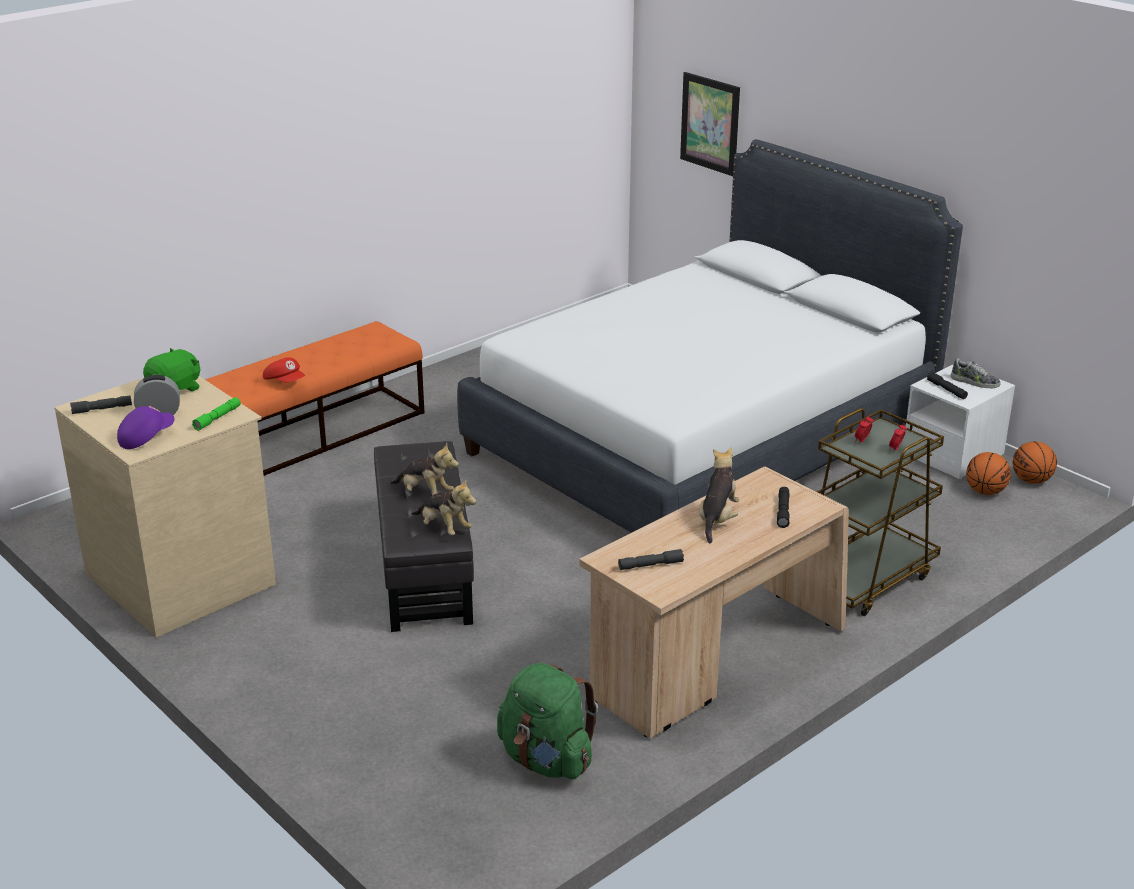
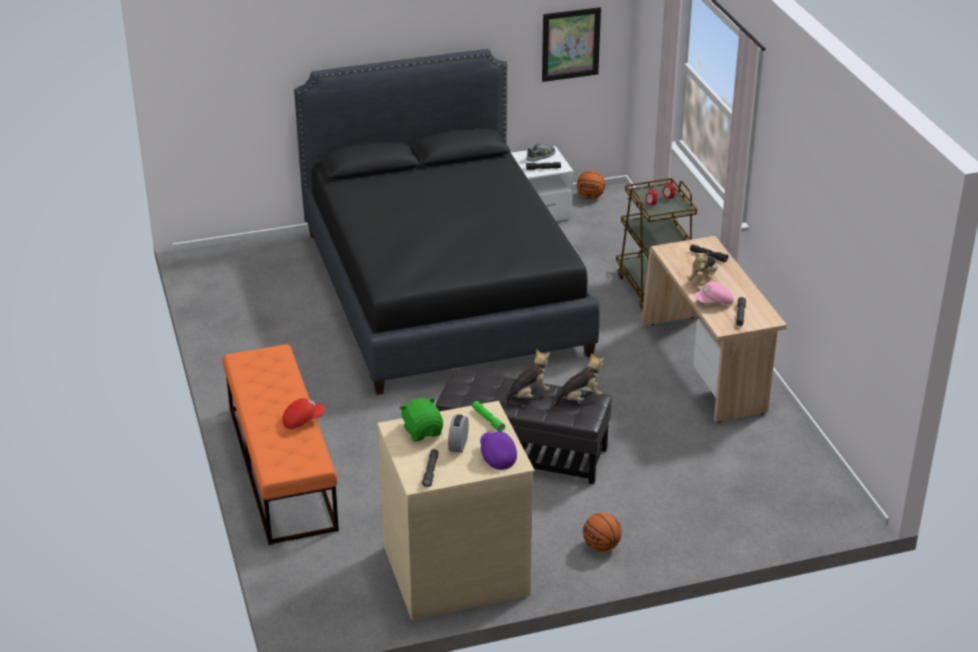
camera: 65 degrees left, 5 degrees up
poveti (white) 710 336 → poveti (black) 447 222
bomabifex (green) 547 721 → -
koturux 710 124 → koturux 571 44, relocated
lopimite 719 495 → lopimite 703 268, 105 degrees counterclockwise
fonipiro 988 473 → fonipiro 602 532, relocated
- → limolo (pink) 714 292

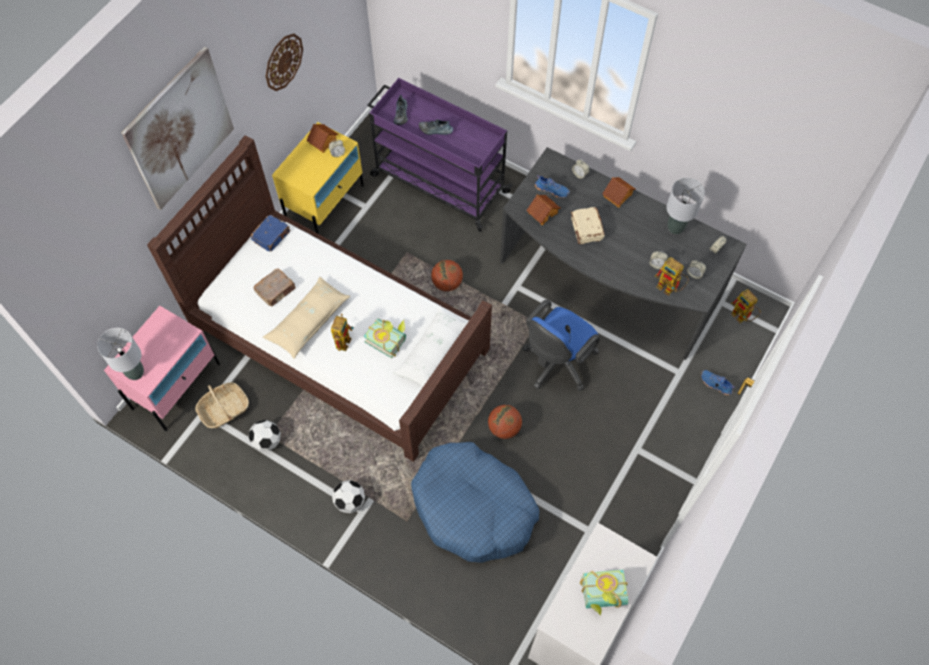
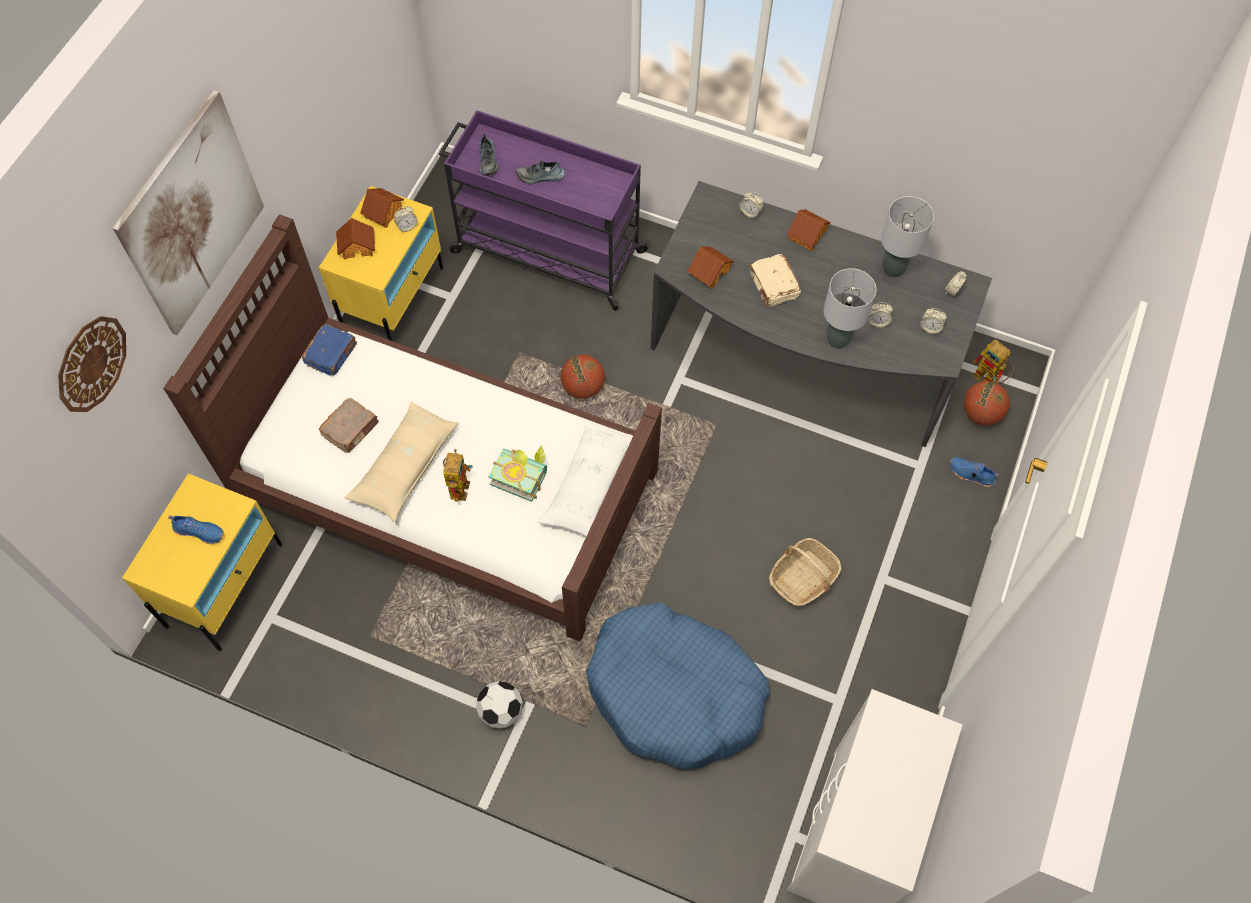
camera: 10 degrees left, 0 degrees up
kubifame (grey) 120 354 → kubifame (grey) 849 308, relocated
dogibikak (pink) 162 368 → dogibikak (yellow) 202 562
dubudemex 222 405 → dubudemex 805 572, relocated
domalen 265 436 → -
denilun 284 62 → denilun 92 364, relocated
fonipiro 505 422 → fonipiro 987 403, relocated
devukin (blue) 561 345 → -
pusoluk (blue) 552 186 → pusoluk (blue) 196 530, relocated
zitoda 604 592 → -
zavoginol 672 276 → -
- → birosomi 355 238

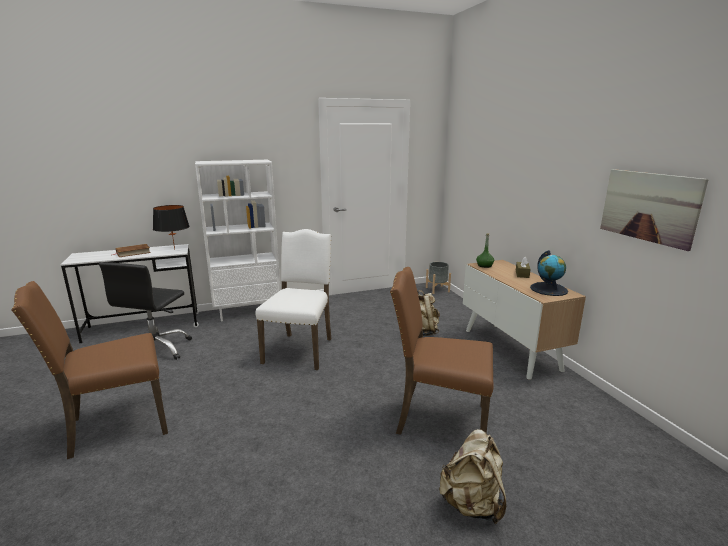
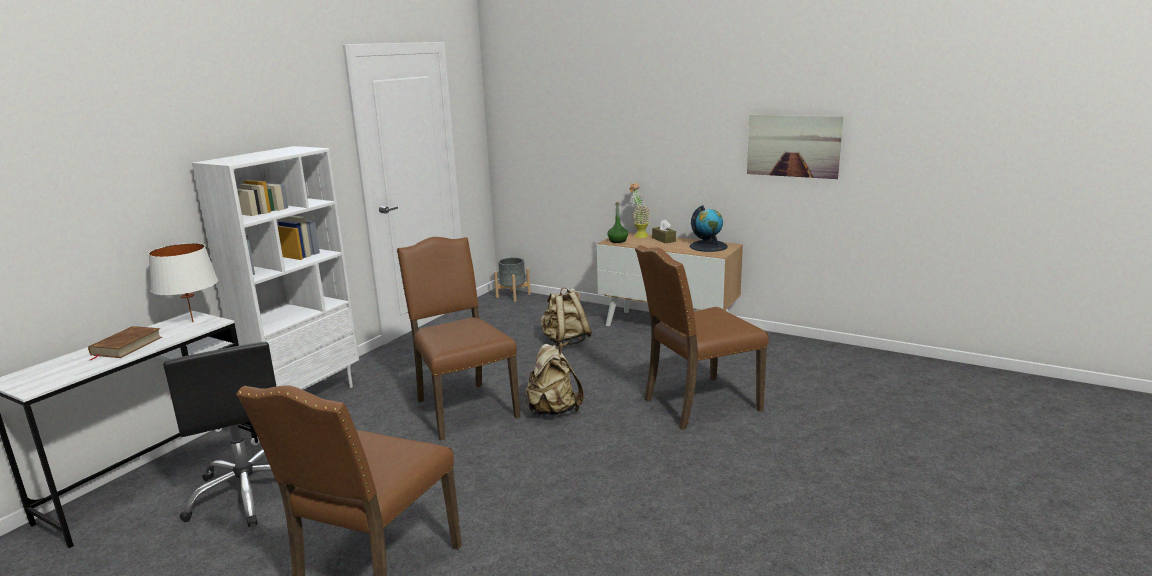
camera: 40 degrees left, 0 degrees up
kubifame (black) 171 227 → kubifame (white) 183 282
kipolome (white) 293 299 → kipolome (brown) 459 339
bomabifex (beige) 472 476 → bomabifex (beige) 555 379, relocated
- → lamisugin 639 210

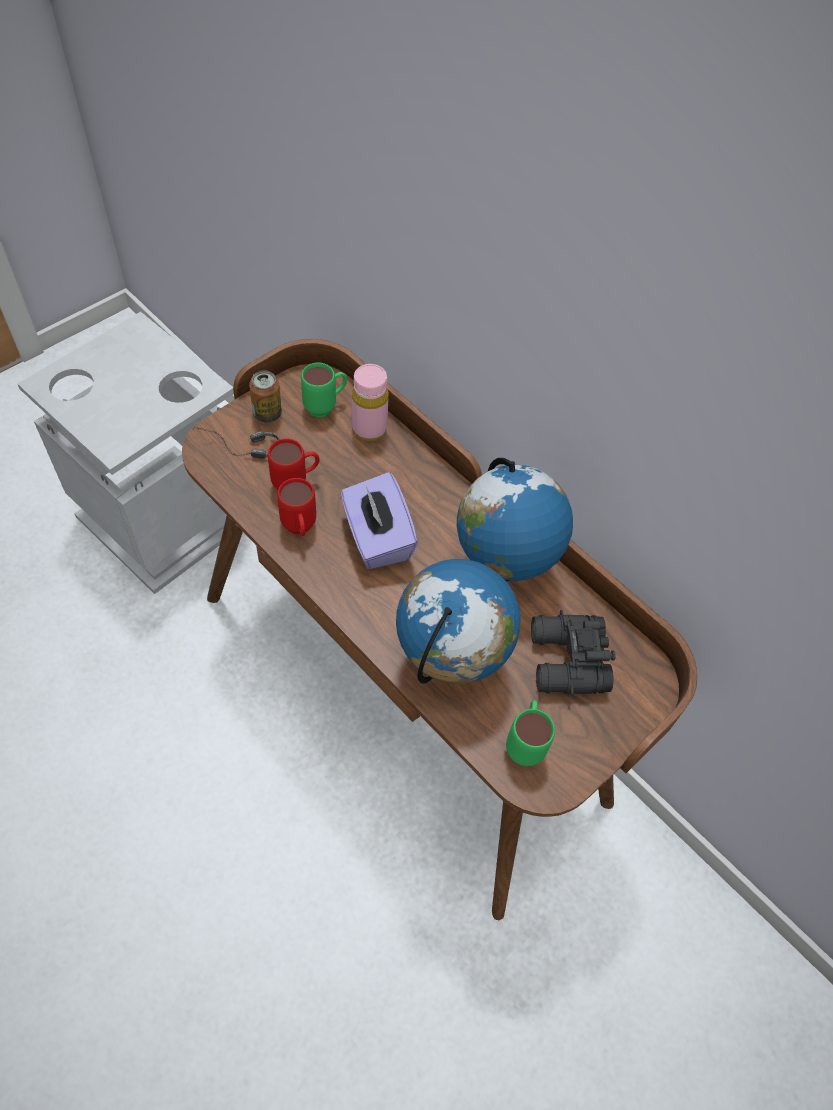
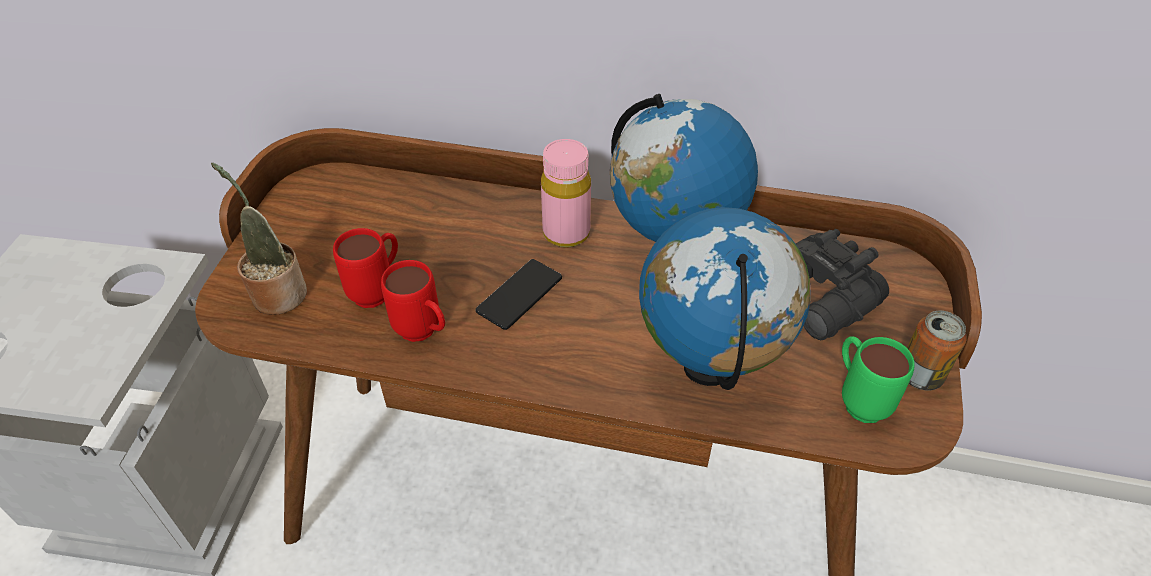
camera: 30 degrees left, 10 degrees down
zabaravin 236 443 → lamisugin 259 239
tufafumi 265 396 → tufafumi 937 350, relocated
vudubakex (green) 324 390 → -
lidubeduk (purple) 379 520 → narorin 518 294
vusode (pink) 370 402 → vusode (pink) 566 193, relocated

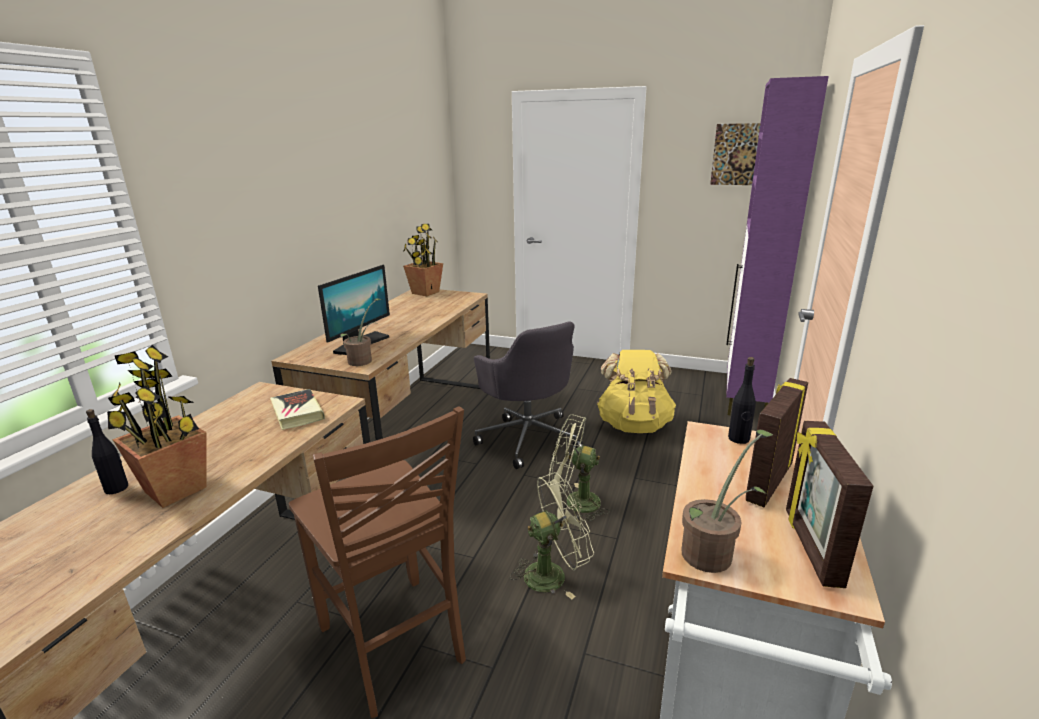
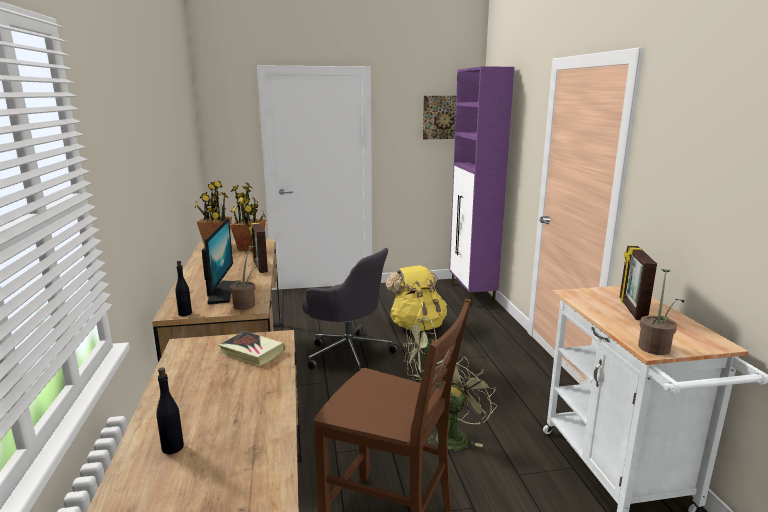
camera: 30 degrees left, 5 degrees down
lamisugin 157 426 → lamisugin 248 216, relocated
vusode (black) 742 400 → vusode (black) 183 288, relocated
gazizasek 829 504 → gazizasek 258 247, relocated

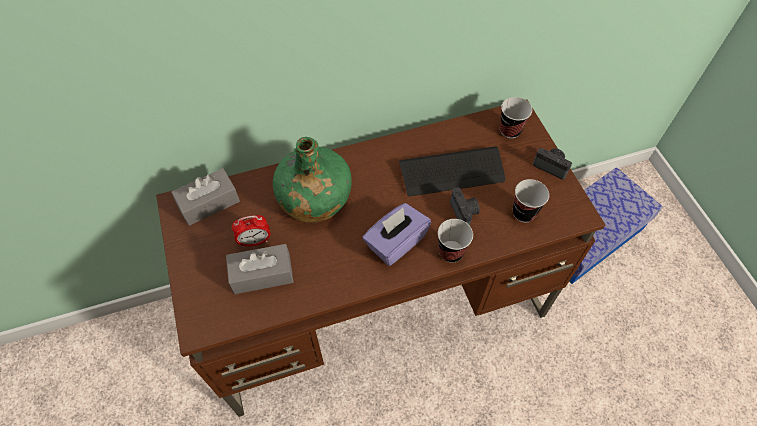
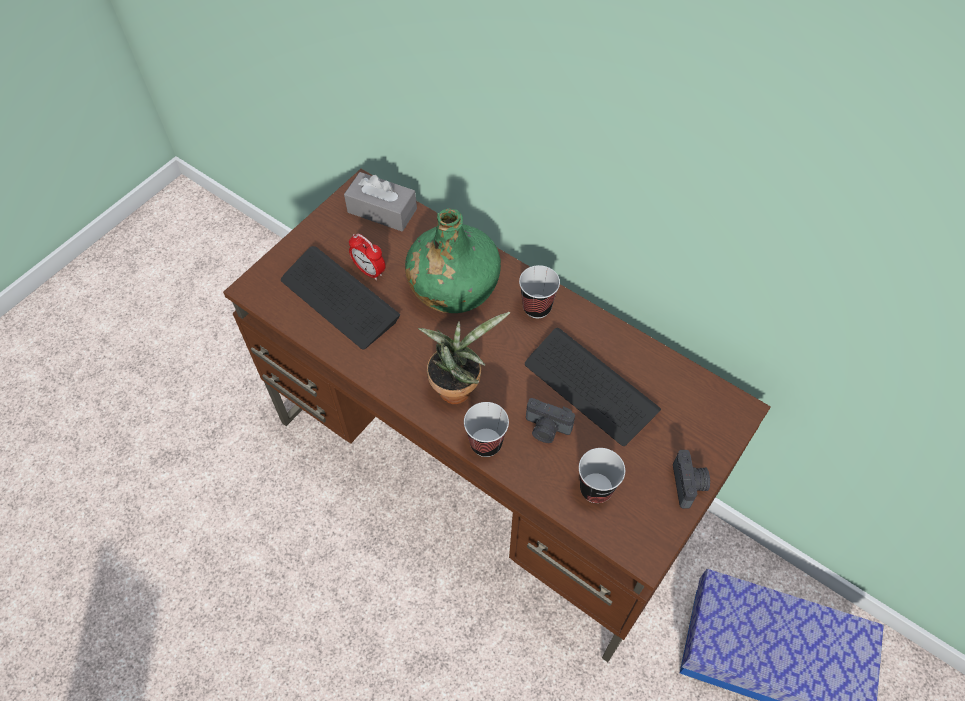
camera: 55 degrees right, 0 degrees up
lidubeduk (grey) 259 269 → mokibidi 340 298
lidubeduk (purple) 396 234 → lamisugin 464 358
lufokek 465 206 → lufokek 550 420, 75 degrees clockwise
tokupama 516 118 → tokupama 539 291, relocated

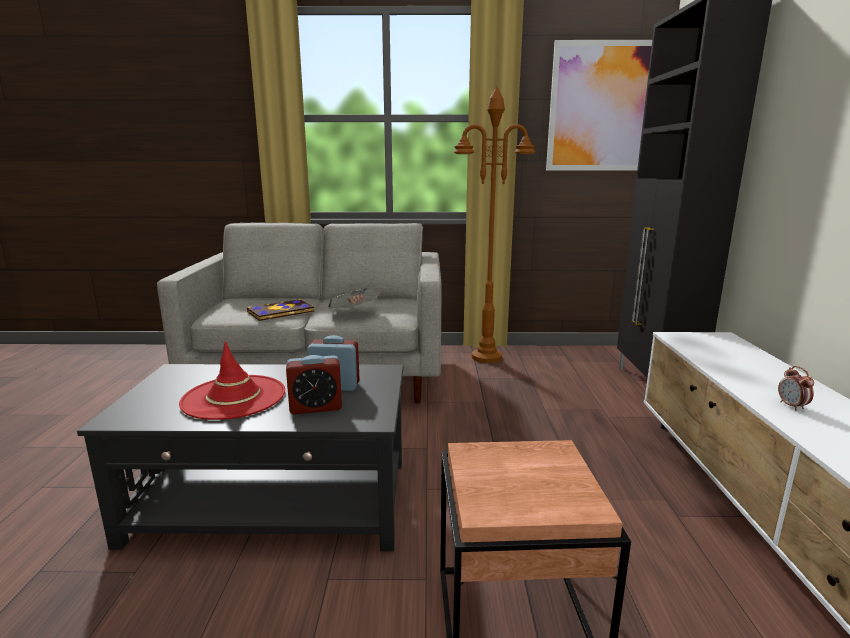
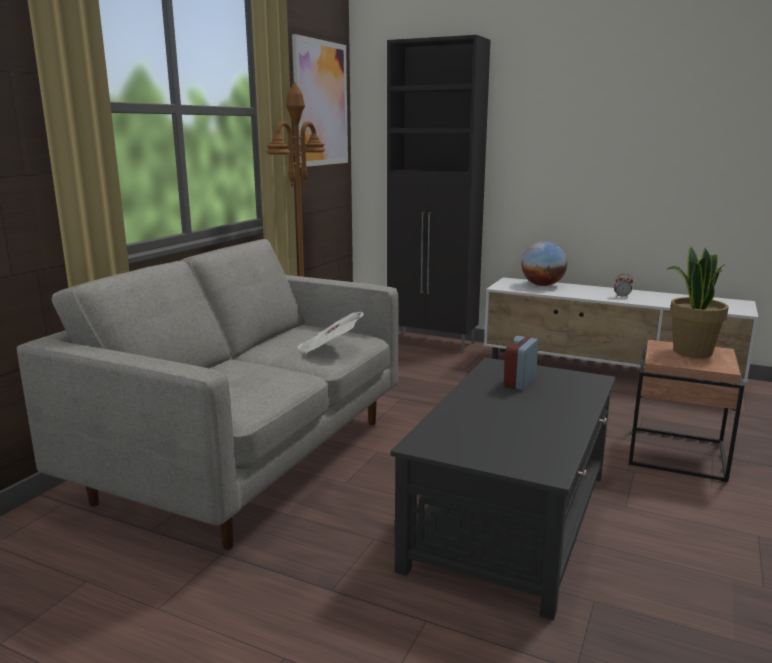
camera: 65 degrees left, 0 degrees up
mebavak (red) 232 380 → -
zitoda 281 310 → -
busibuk 314 384 → -
- → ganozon 544 263
- → lamisugin 697 302

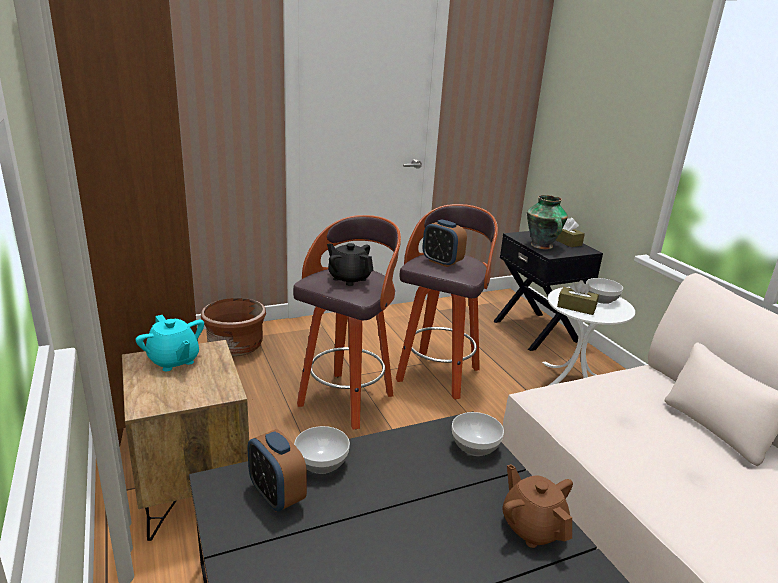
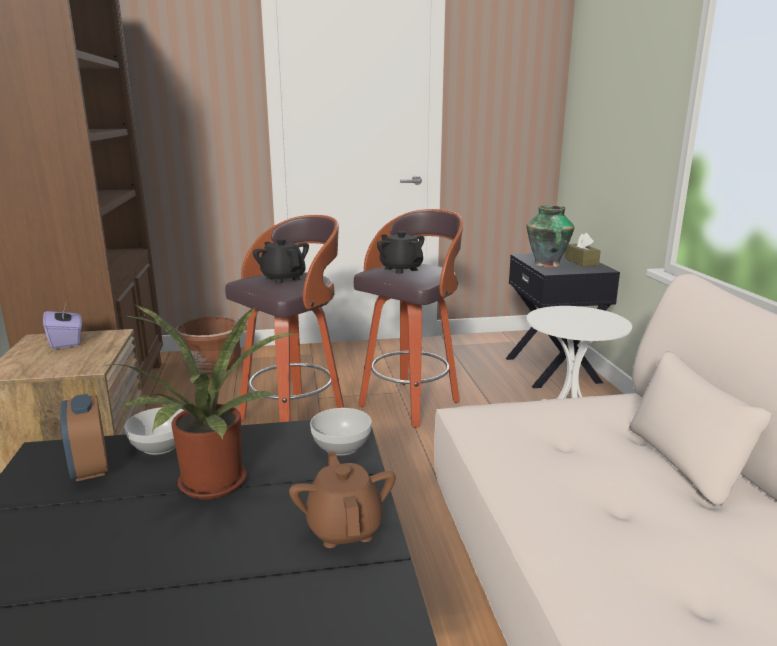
camera: 15 degrees right, 5 degrees down
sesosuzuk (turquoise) 170 343 → lidubeduk (purple) 62 325
busibuk 445 243 → sesosuzuk (black) 400 252
lidubeduk (brown) 578 297 → -
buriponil 604 291 → -
- → lamisugin 200 402

